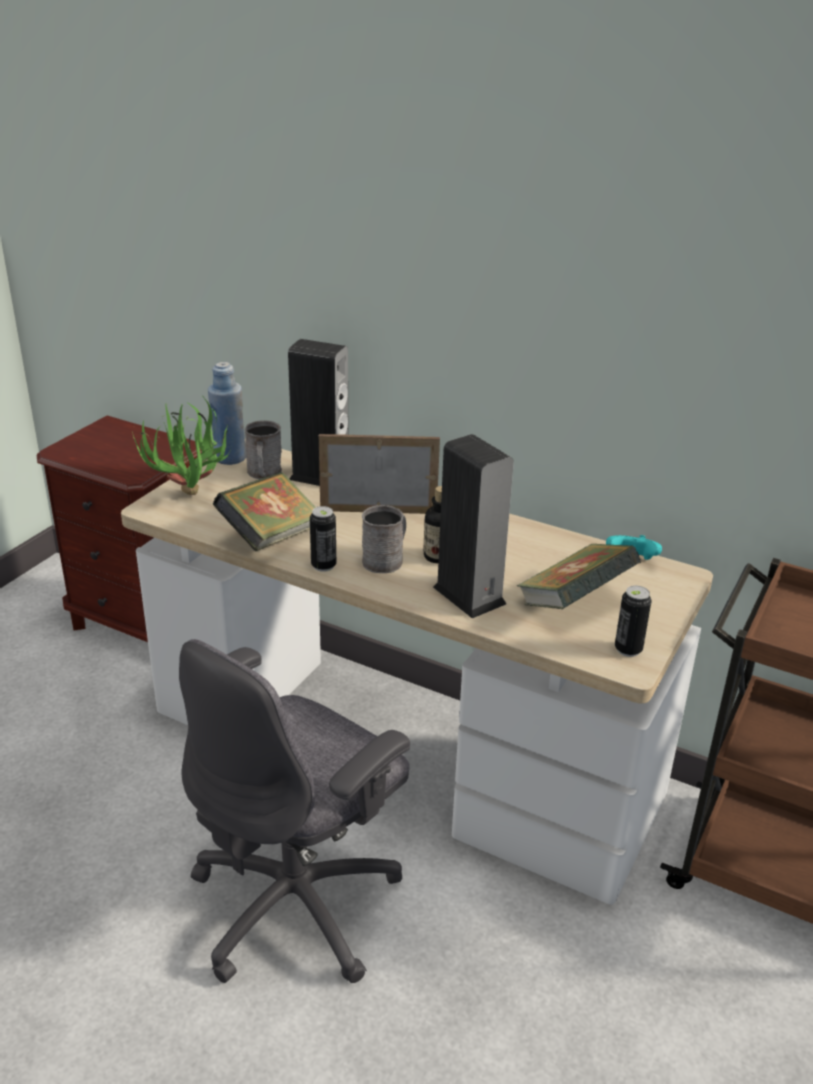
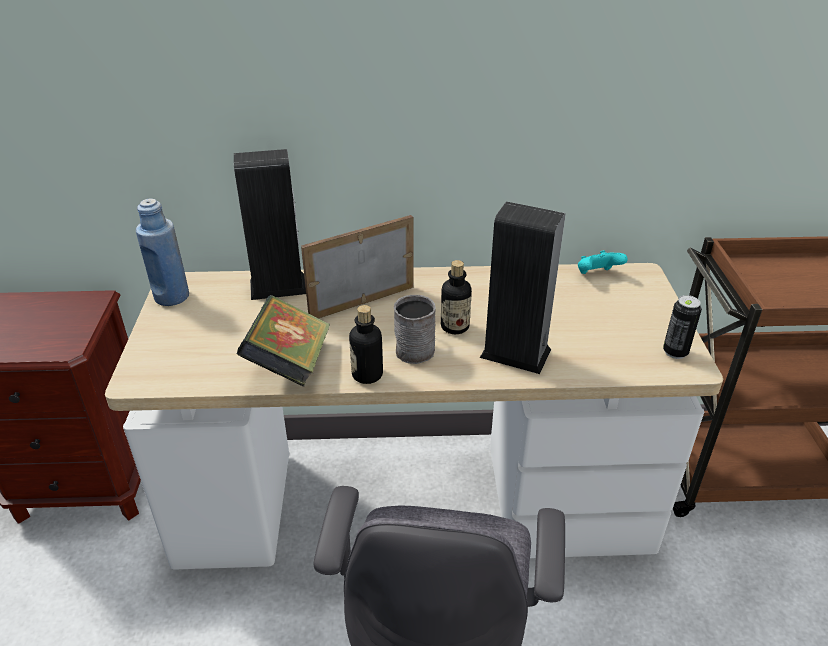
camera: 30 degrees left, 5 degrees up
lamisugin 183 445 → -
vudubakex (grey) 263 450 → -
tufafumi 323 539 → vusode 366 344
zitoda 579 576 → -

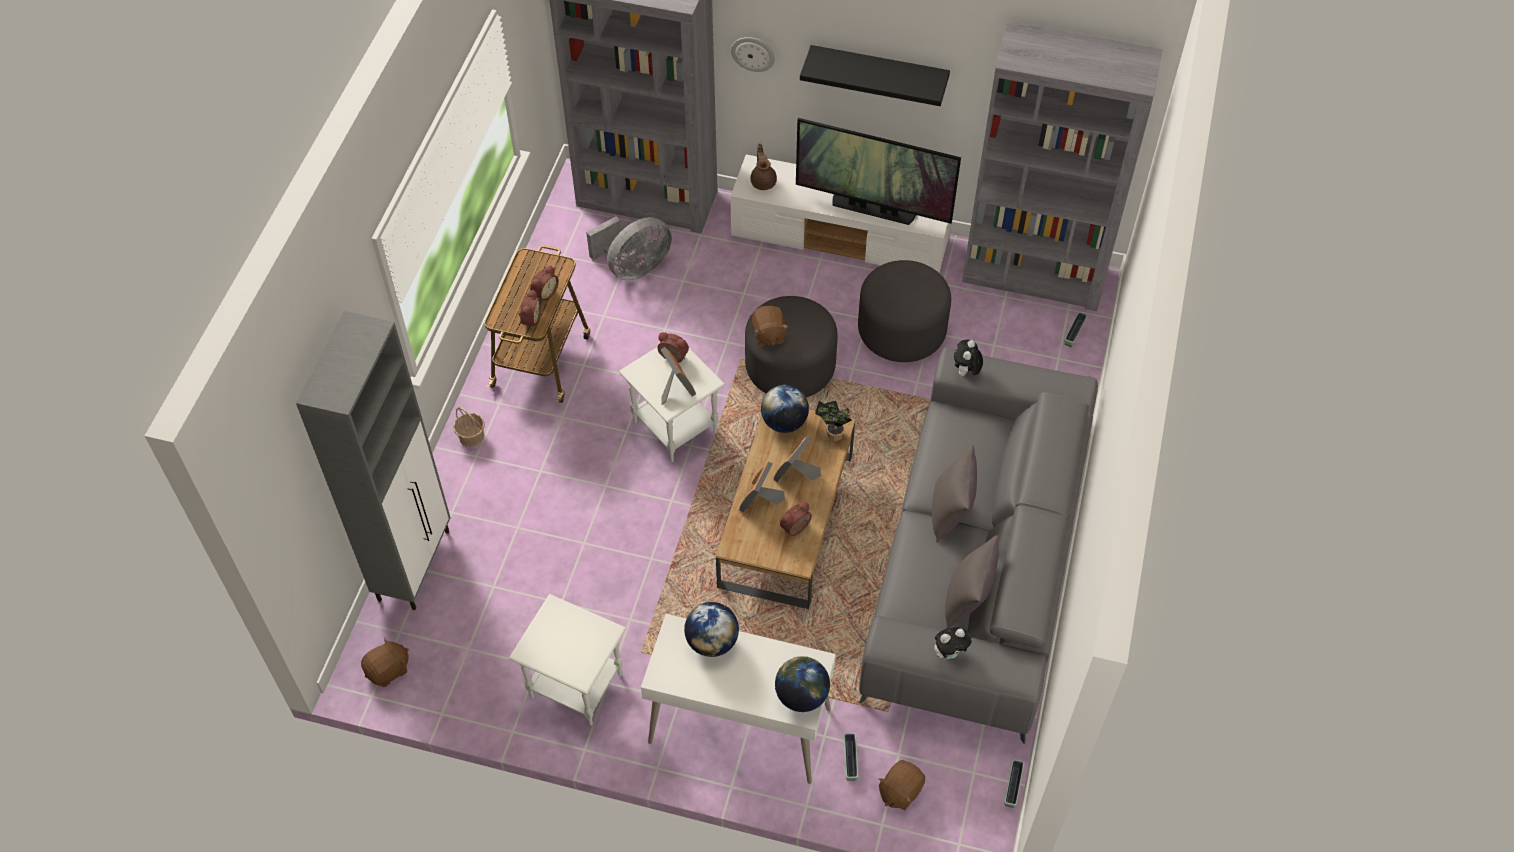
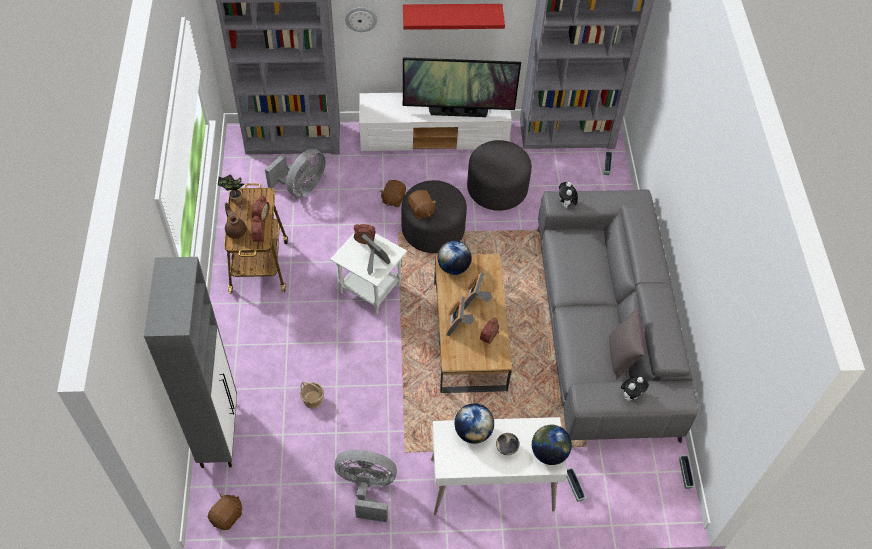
camera: 20 degrees left, 0 degrees up
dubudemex 469 427 → dubudemex 312 395, relocated
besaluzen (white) 567 660 → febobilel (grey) 365 486
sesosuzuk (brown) 763 166 → sesosuzuk (brown) 235 221, relocated
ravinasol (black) 875 75 → ravinasol (red) 454 17
lamisugin 833 420 → lamisugin 231 188, relocated
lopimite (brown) 902 785 → lopimite (brown) 393 193, relocated
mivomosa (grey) 954 494 → -
- → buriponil 507 444

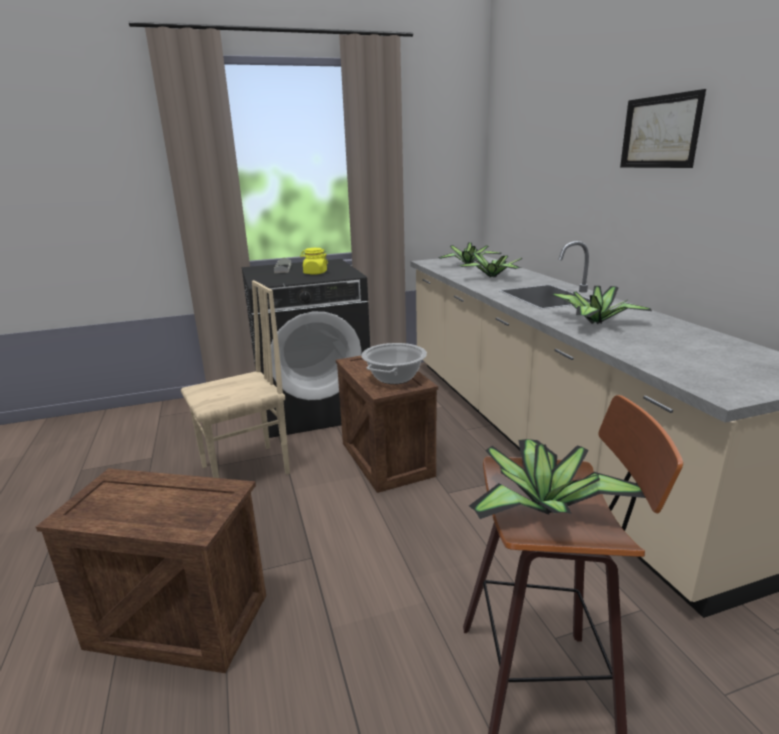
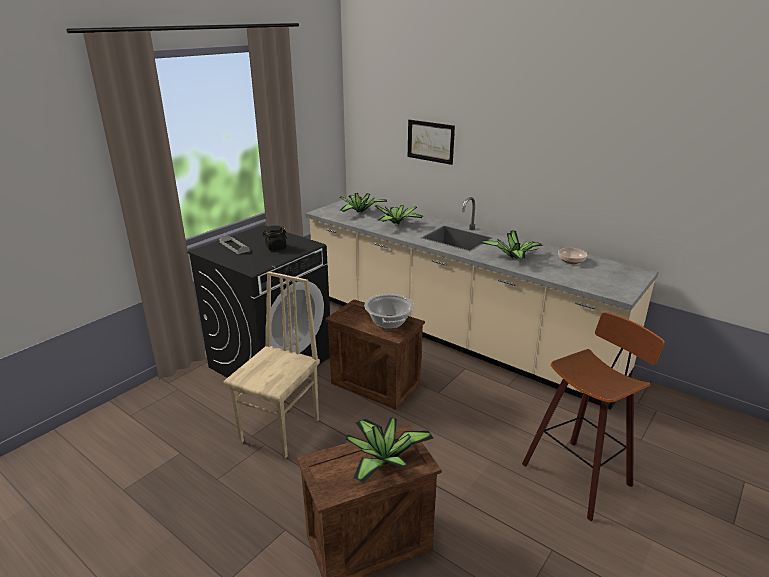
camera: 35 degrees left, 5 degrees up
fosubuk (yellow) 314 261 → fosubuk (black) 274 238
lamisugin 557 479 → lamisugin 389 450, relocated
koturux 663 128 → koturux 431 142, relocated
- → buriponil 572 256

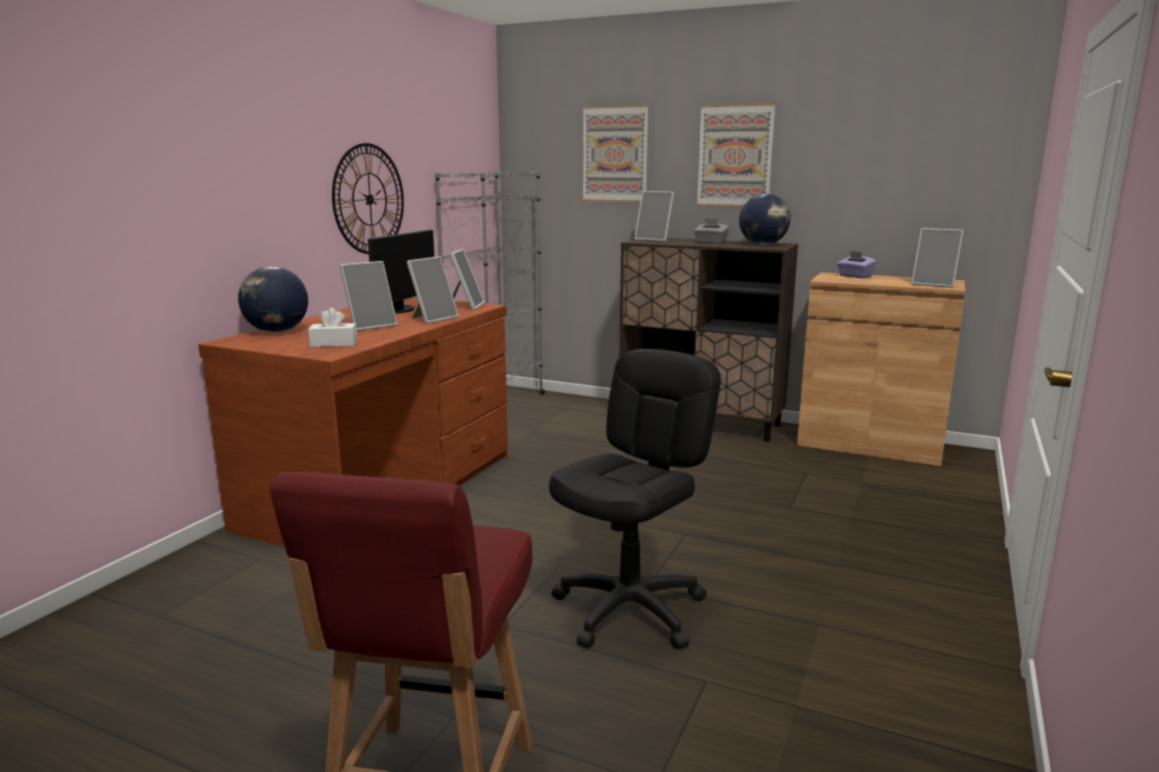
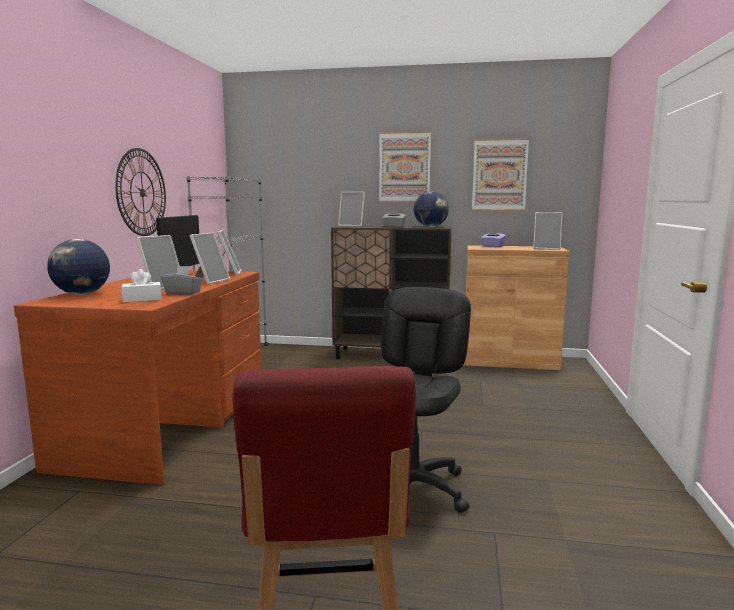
camera: 15 degrees left, 5 degrees down
koturux 615 153 → koturux 500 174, relocated
- → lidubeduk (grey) 182 280

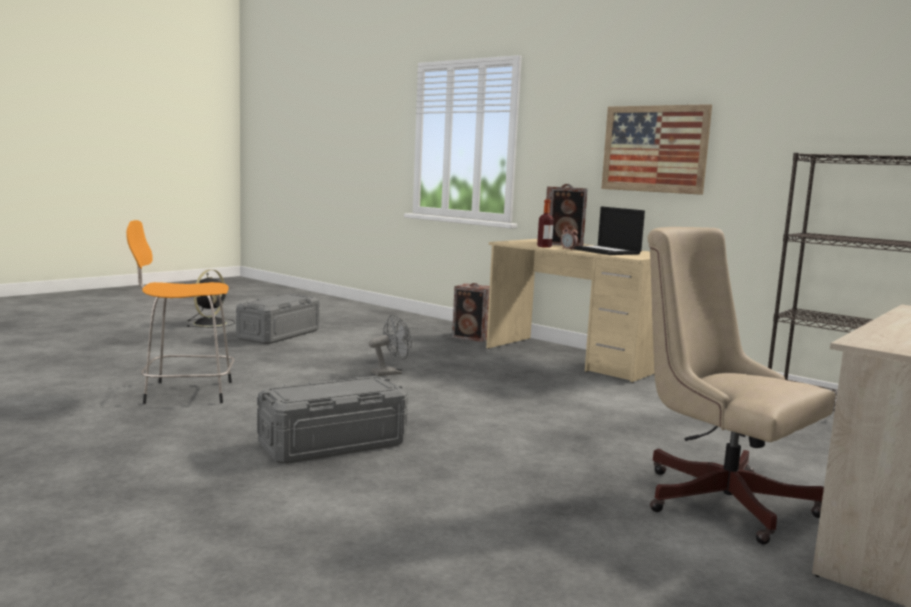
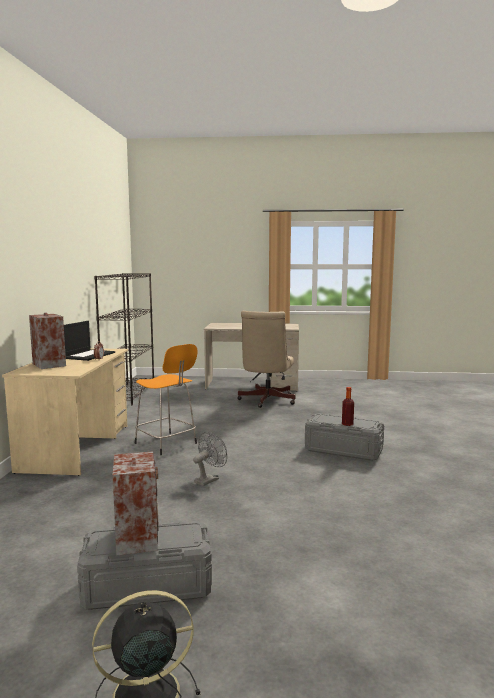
camera: 125 degrees left, 0 degrees up
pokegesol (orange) 180 312 → pokegesol (orange) 166 399, relocated
febobilel (grey) 390 345 → febobilel (grey) 210 459, 105 degrees clockwise
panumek 471 312 → panumek 136 503, relocated
vusode 545 223 → vusode 348 406, relocated
koturux 656 149 → -

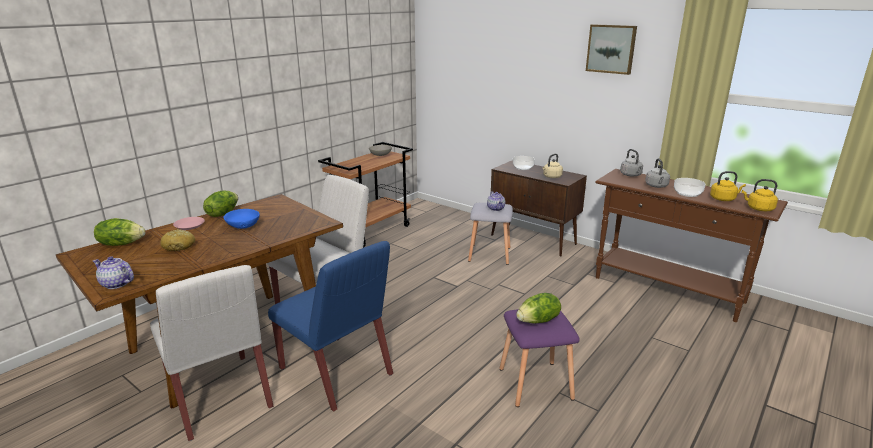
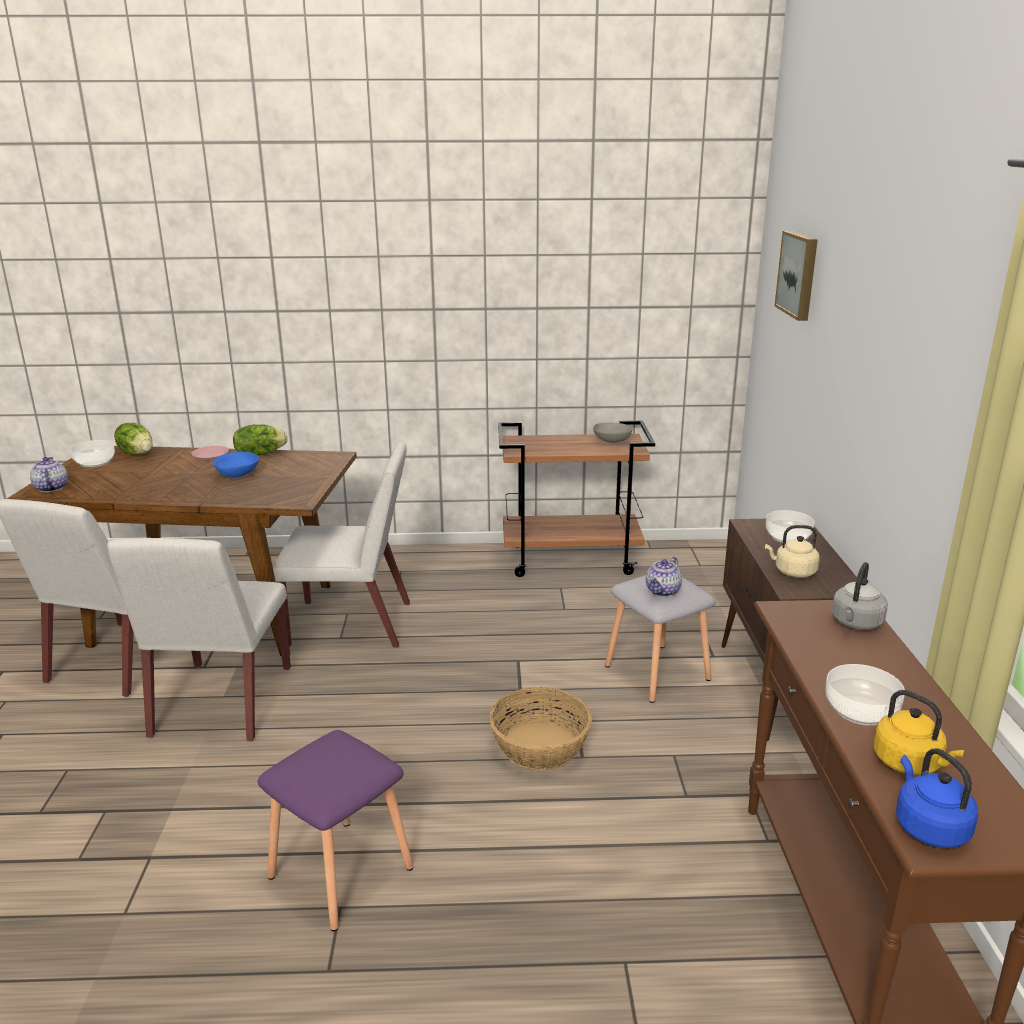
camera: 50 degrees right, 0 degrees up
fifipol 177 240 → -
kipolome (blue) 330 326 → kipolome (white) 199 639
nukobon 538 308 → -
koturux 611 49 → koturux 796 276, relocated
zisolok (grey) 657 173 → -
zisolok (yellow) 760 195 → zisolok (blue) 937 798
- → buriponil 92 453
- → dubudemex 541 728

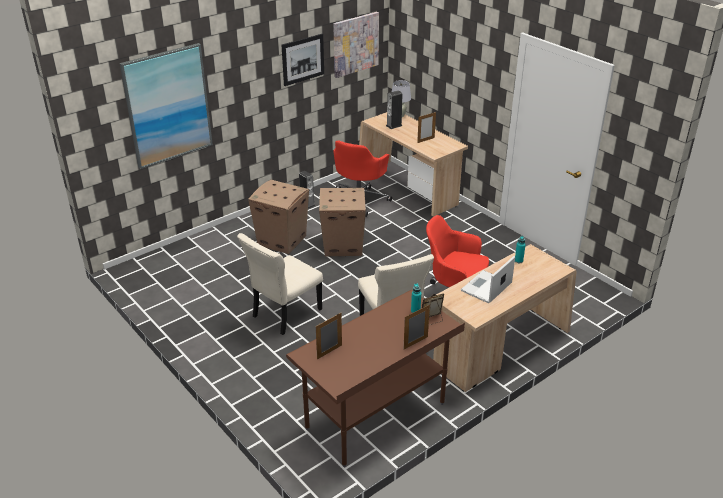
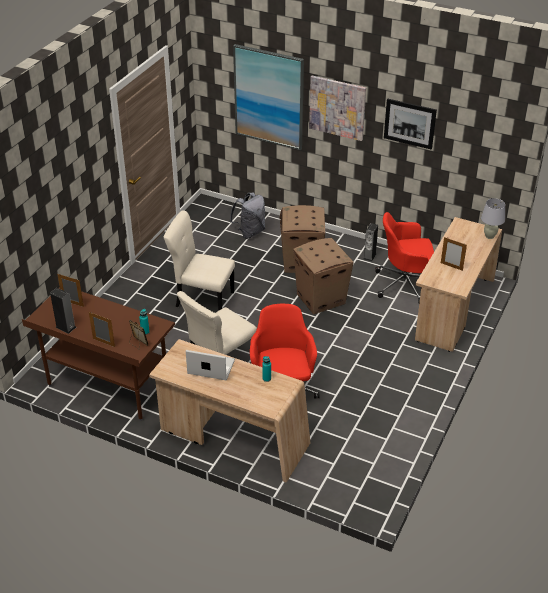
camera: 65 degrees right, 5 degrees up
koturux 356 45 → koturux 337 108, relocated
panumek 394 110 → panumek 63 311, relocated
- → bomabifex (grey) 247 215

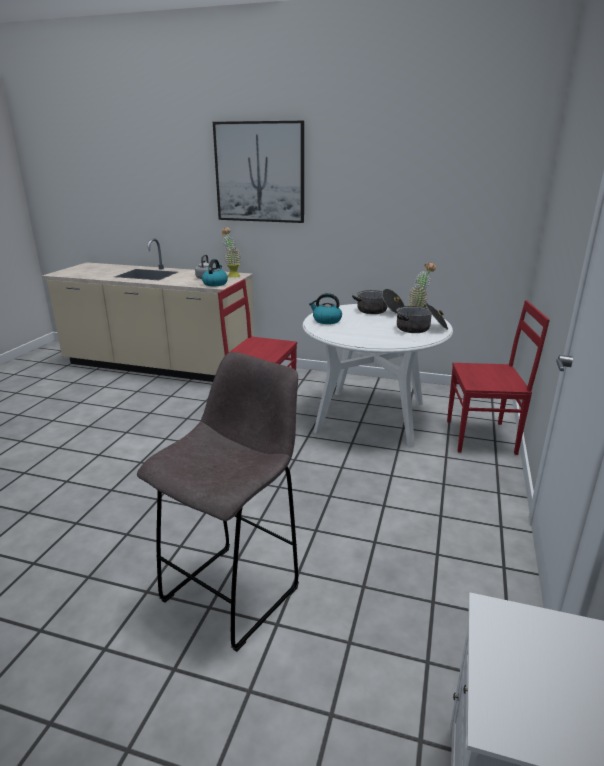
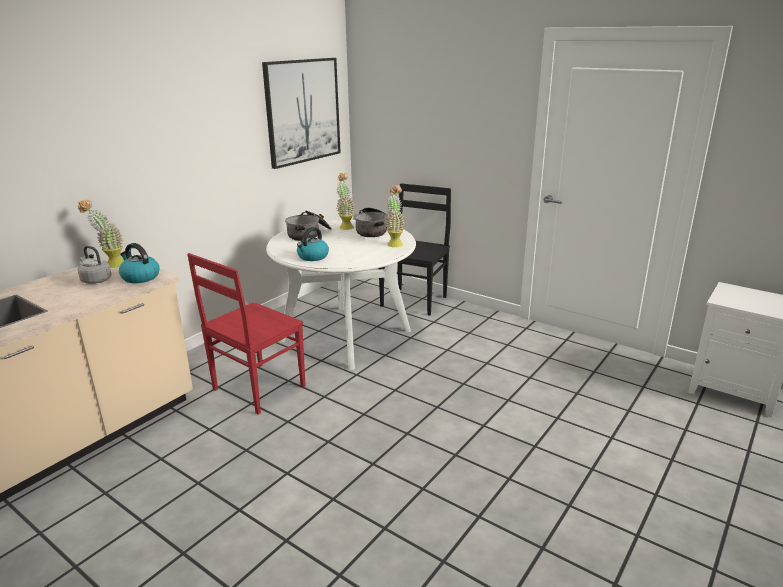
camera: 70 degrees left, 0 degrees up
pokegesol (grey) 218 502 → -
koturux 258 172 → koturux 301 113, relocated
kipolome (red) 498 377 → kipolome (black) 415 249
- → lamisugin 395 216

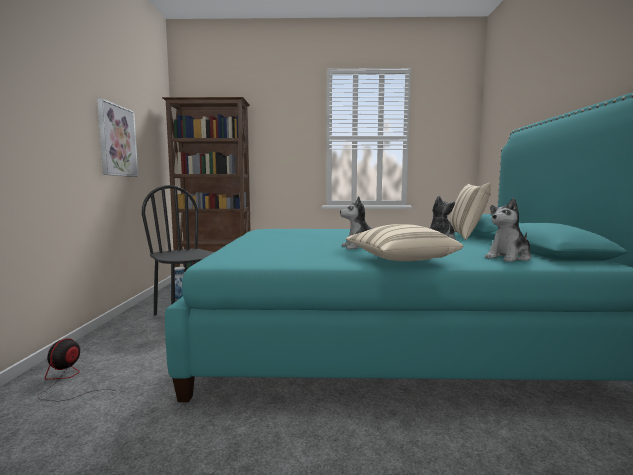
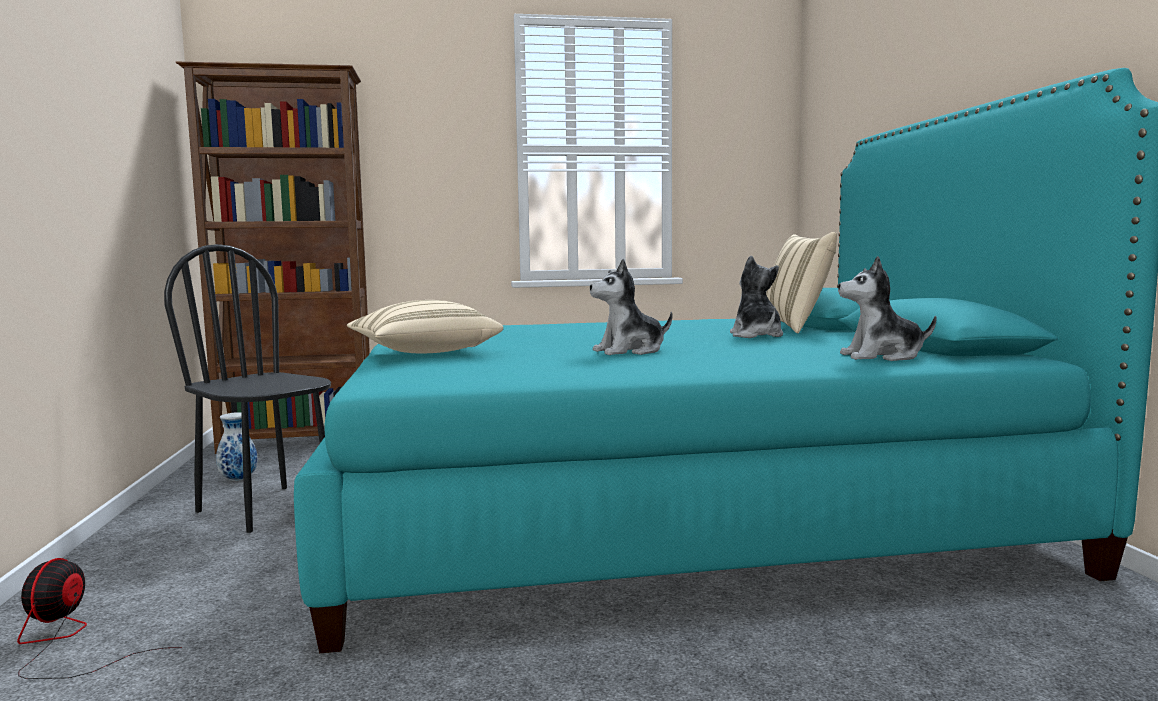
camera: 10 degrees left, 0 degrees up
koturux 117 138 → -
mivomosa (beige) 404 242 → mivomosa (beige) 425 326, relocated
lopimite 508 230 → lopimite 887 308, 45 degrees clockwise

